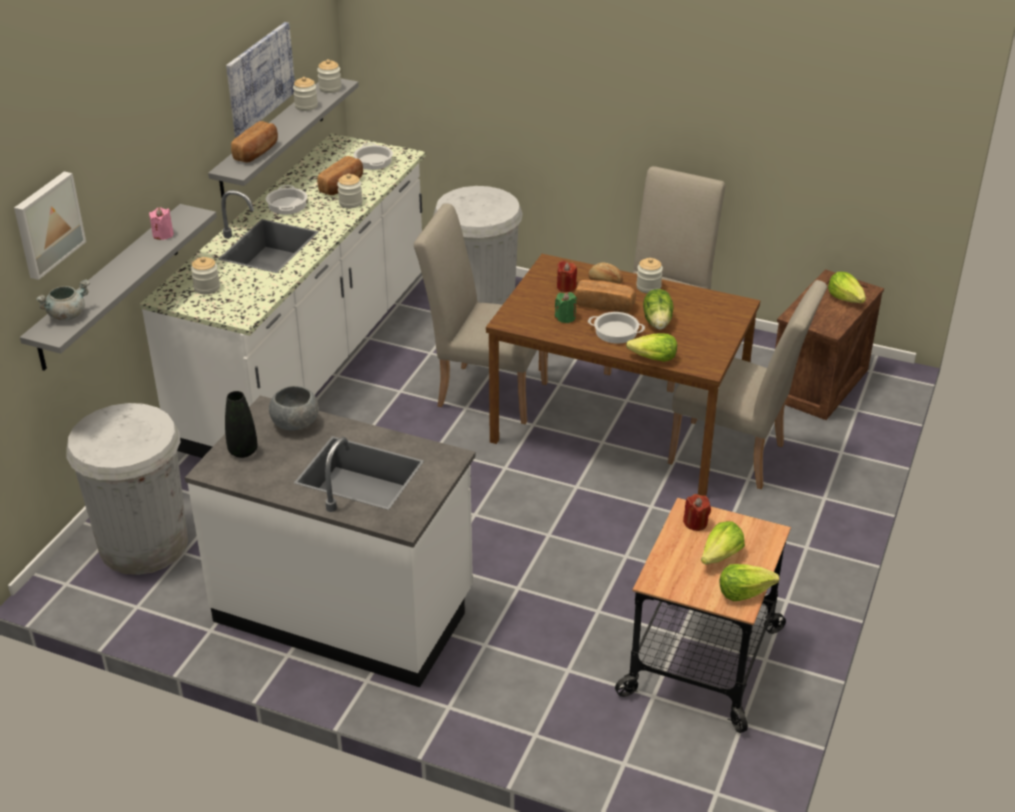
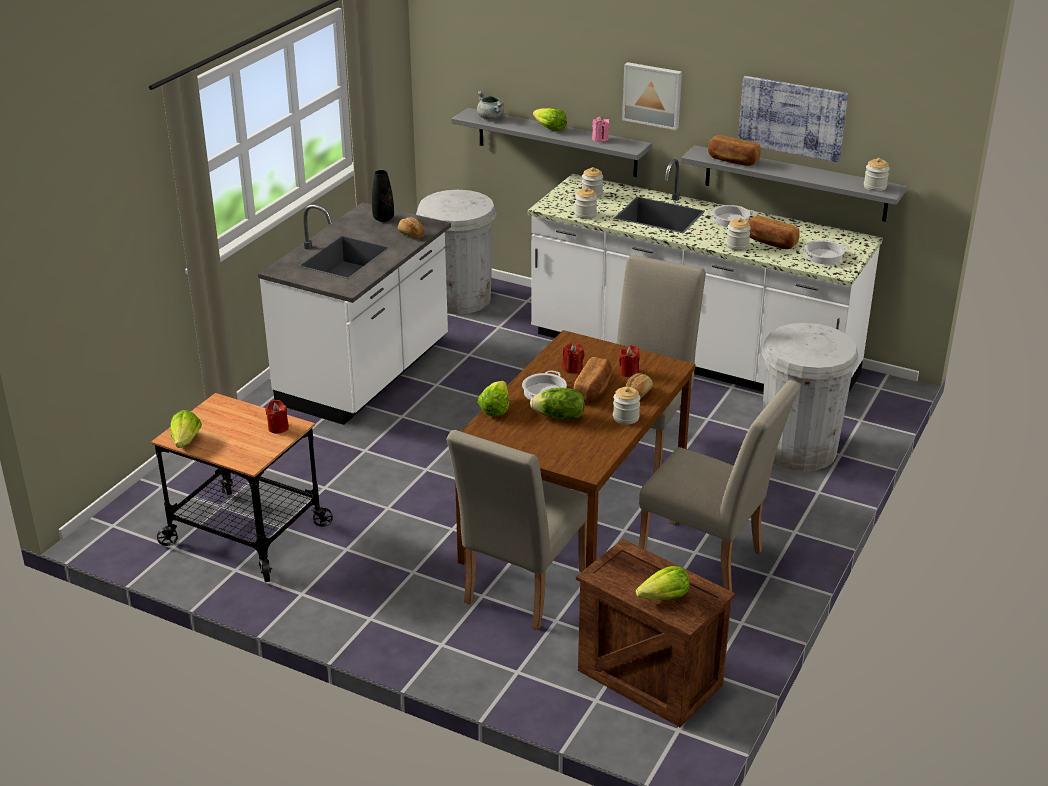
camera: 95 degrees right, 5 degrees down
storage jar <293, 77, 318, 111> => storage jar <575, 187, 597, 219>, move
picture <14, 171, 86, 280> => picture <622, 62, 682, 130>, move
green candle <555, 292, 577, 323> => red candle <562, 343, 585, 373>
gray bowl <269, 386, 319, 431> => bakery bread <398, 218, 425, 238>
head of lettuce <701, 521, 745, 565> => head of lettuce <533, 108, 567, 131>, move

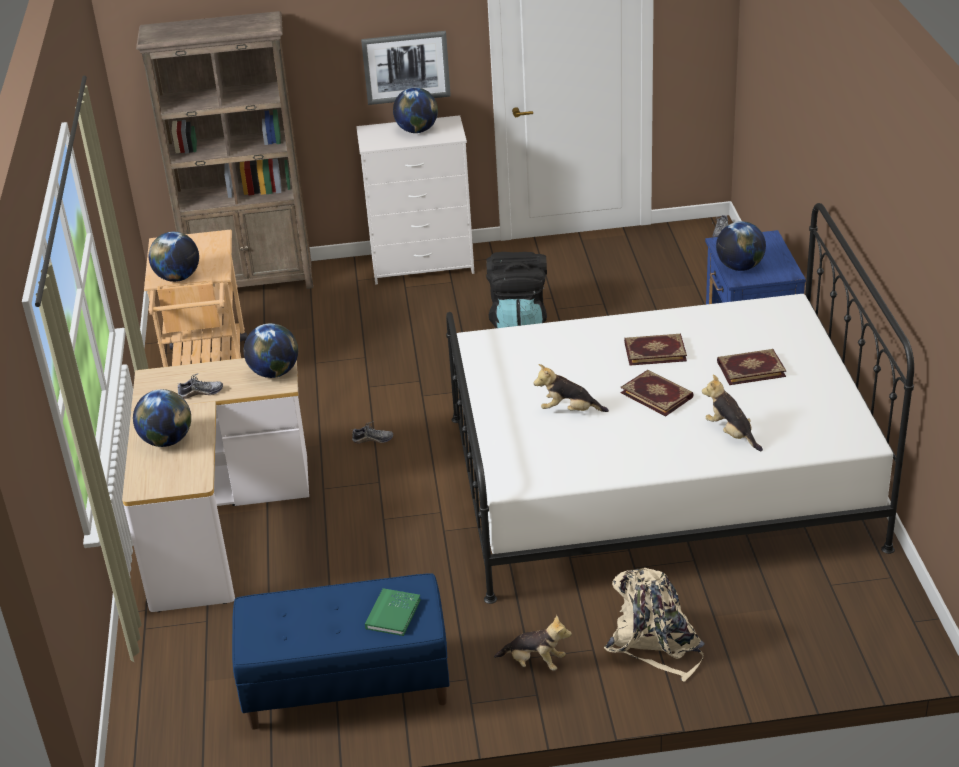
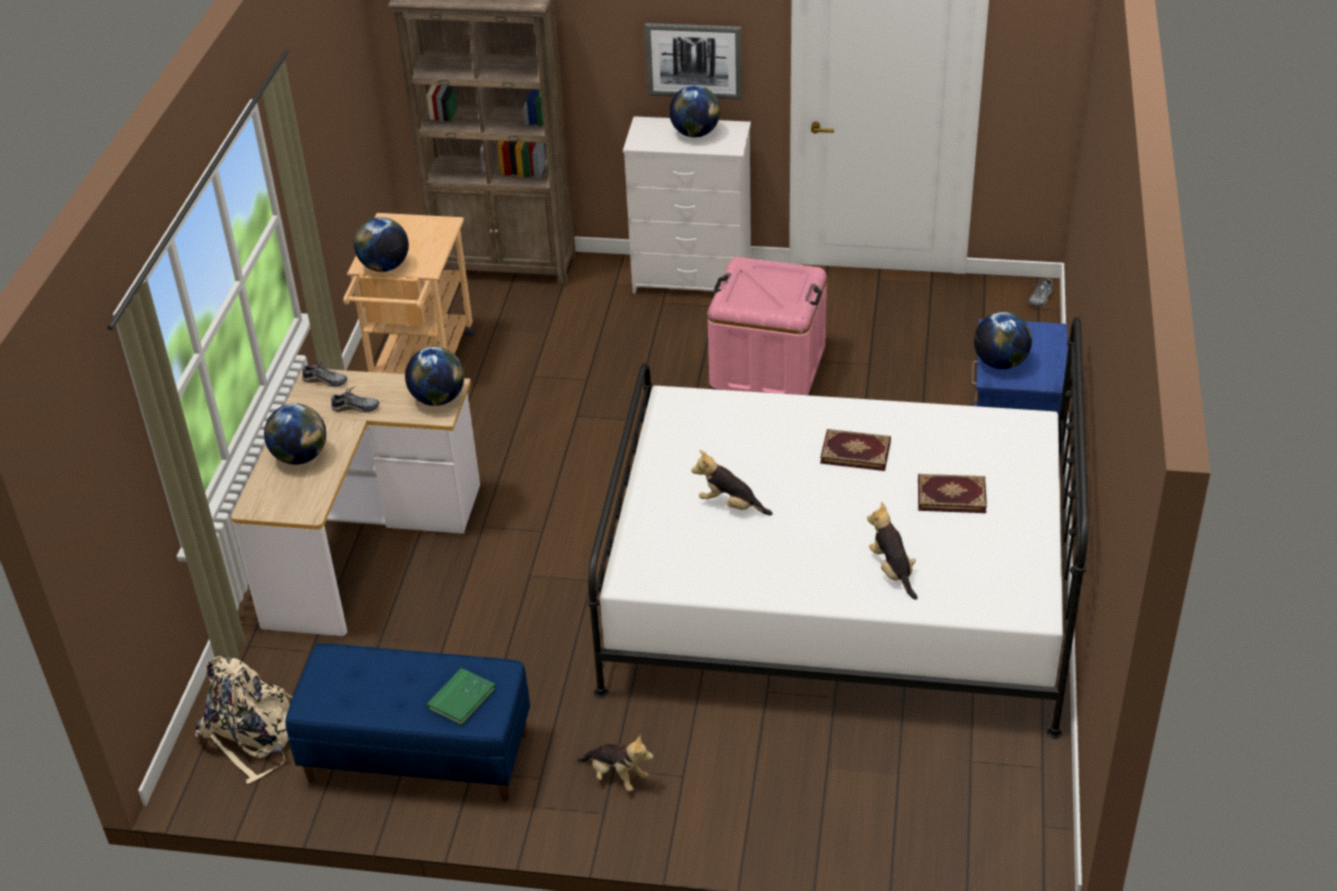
camera: 15 degrees right, 5 degrees up
black rucksack <486, 252, 547, 328> => pink storage container <707, 257, 827, 395>
volume <621, 370, 694, 417> => nothing
low shoe <352, 421, 393, 444> => low shoe <302, 360, 347, 387>, move
beige rucksack <604, 568, 705, 682> => beige rucksack <195, 656, 293, 784>, move

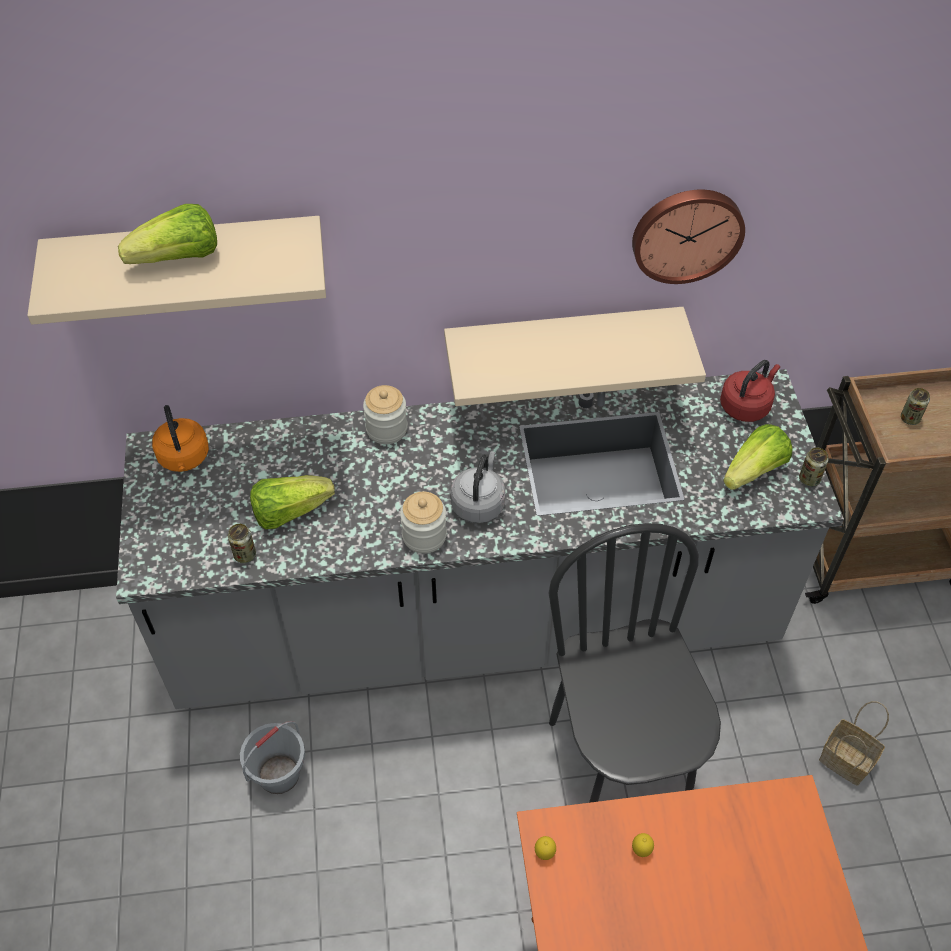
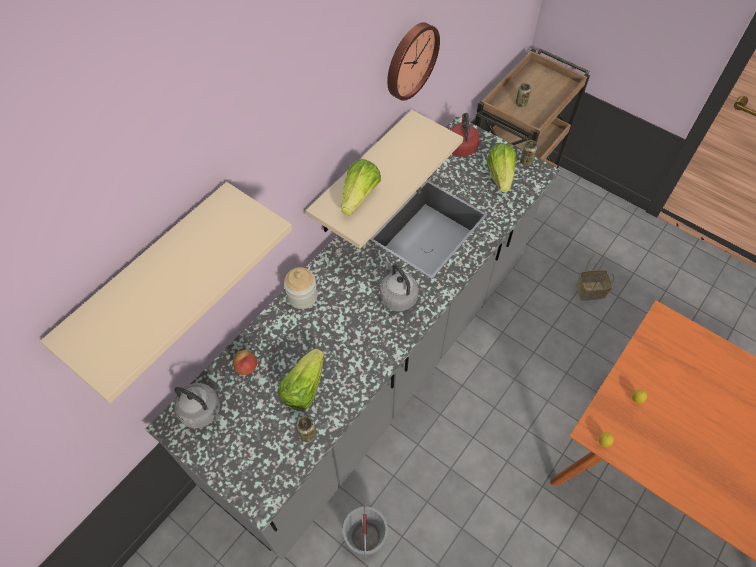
camera: 45 degrees left, 5 degrees up
head of lettuce <118, 204, 217, 264> => head of lettuce <341, 159, 381, 215>, move
orangey kettle <152, 405, 209, 472> => gray kettle <174, 383, 222, 428>
storage jar <400, 492, 447, 554> => nothing
black upright chair <548, 523, 721, 803> => nothing
nothing => apple <233, 350, 257, 375>

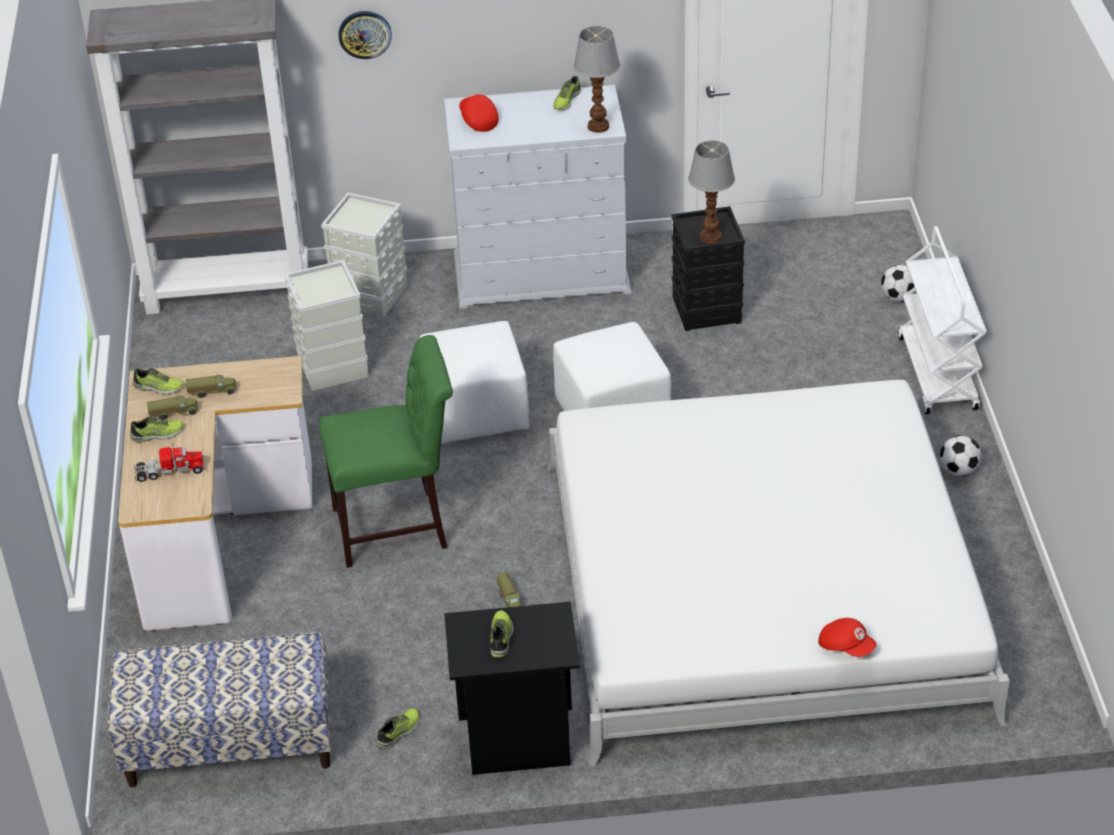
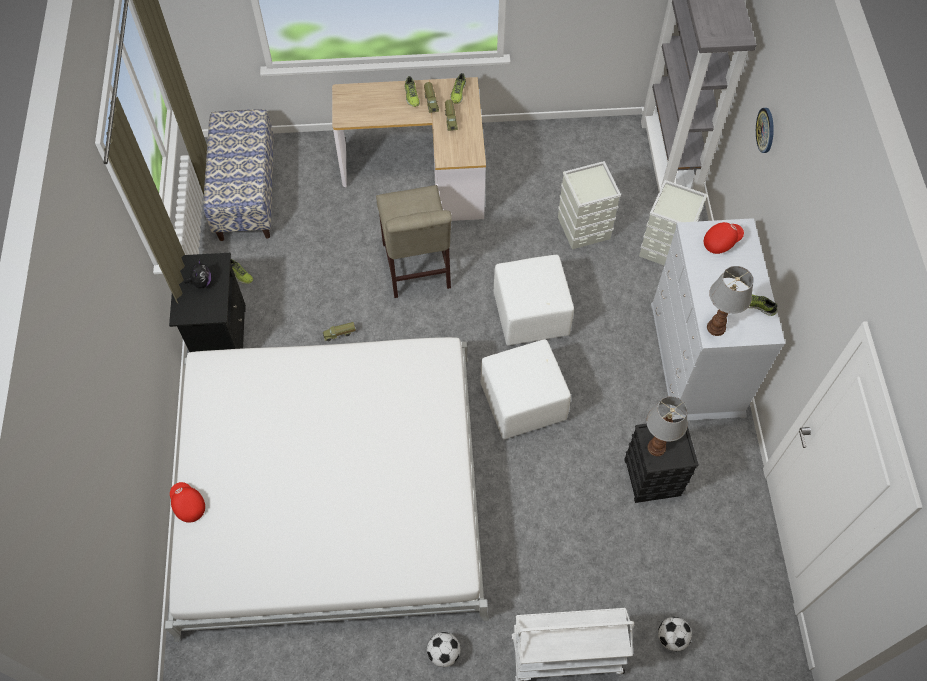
camera: 90 degrees right, 20 degrees up
green upright chair <319, 335, 453, 568> => beige upright chair <376, 185, 452, 298>
toy truck <134, 443, 205, 482> => nothing
low shoe <491, 610, 514, 658> => cuddly toy <184, 260, 211, 289>
red cap <818, 618, 876, 657> => red cap <170, 482, 205, 523>, 105 degrees clockwise

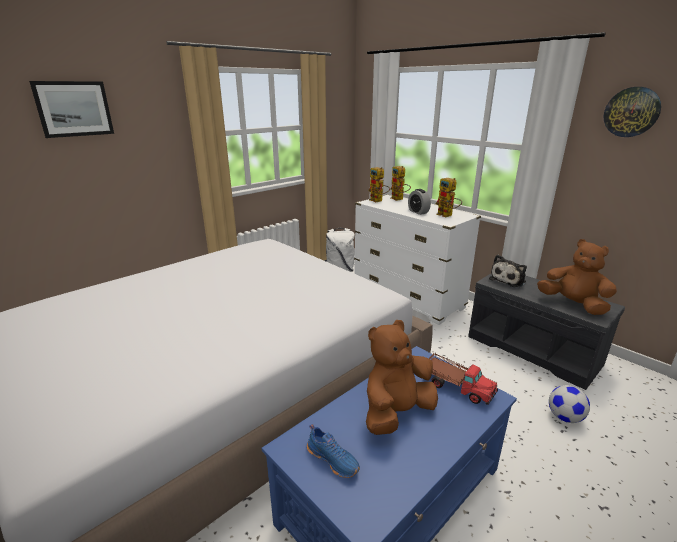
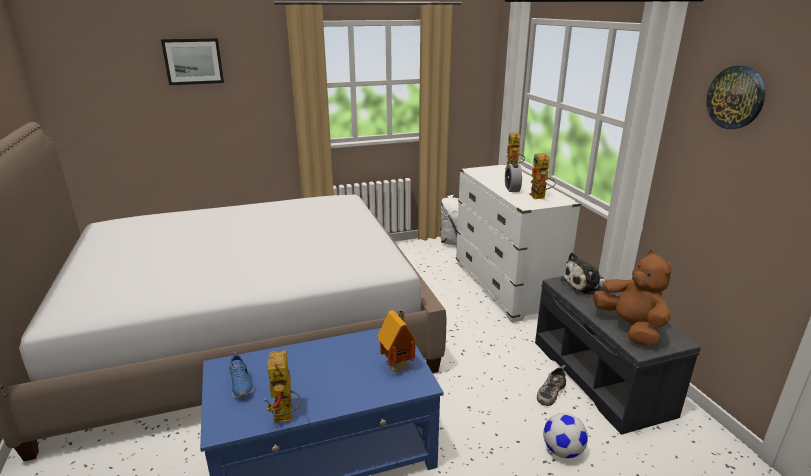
camera: 25 degrees right, 0 degrees up
robot figure <368, 167, 390, 202> => robot figure <264, 350, 301, 423>, move
brownish cuddly toy <366, 320, 438, 435> => nothing
toy truck <429, 352, 498, 405> => miniature house <377, 310, 418, 373>
nothing => low shoe <537, 365, 566, 406>

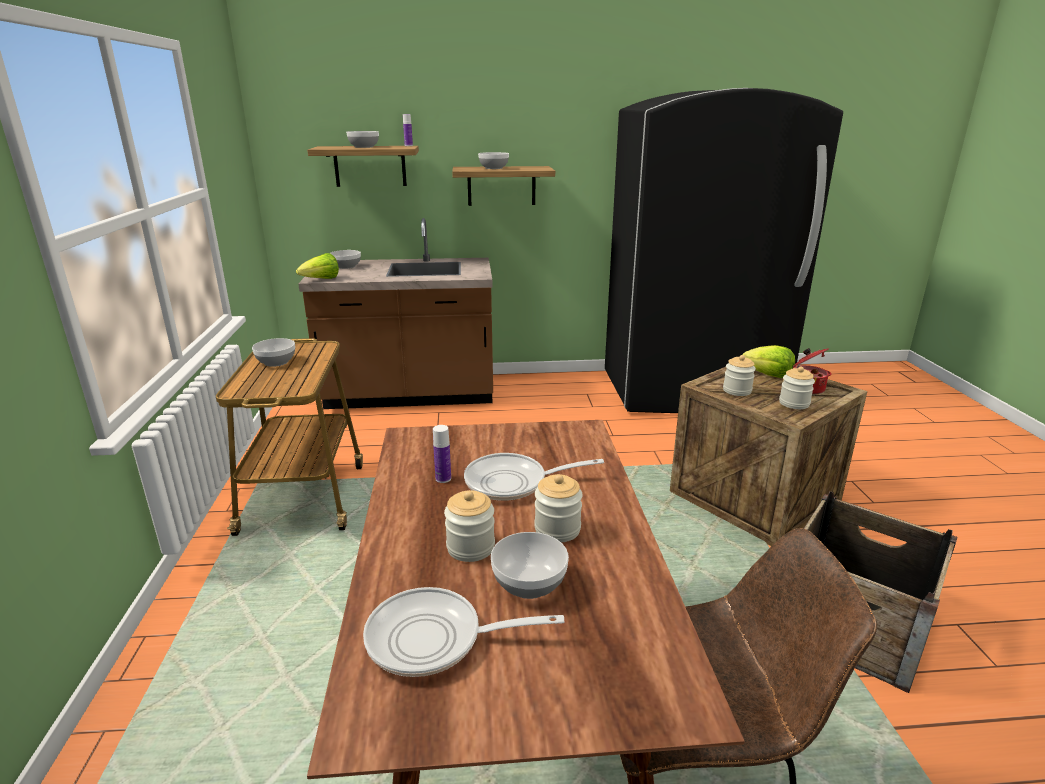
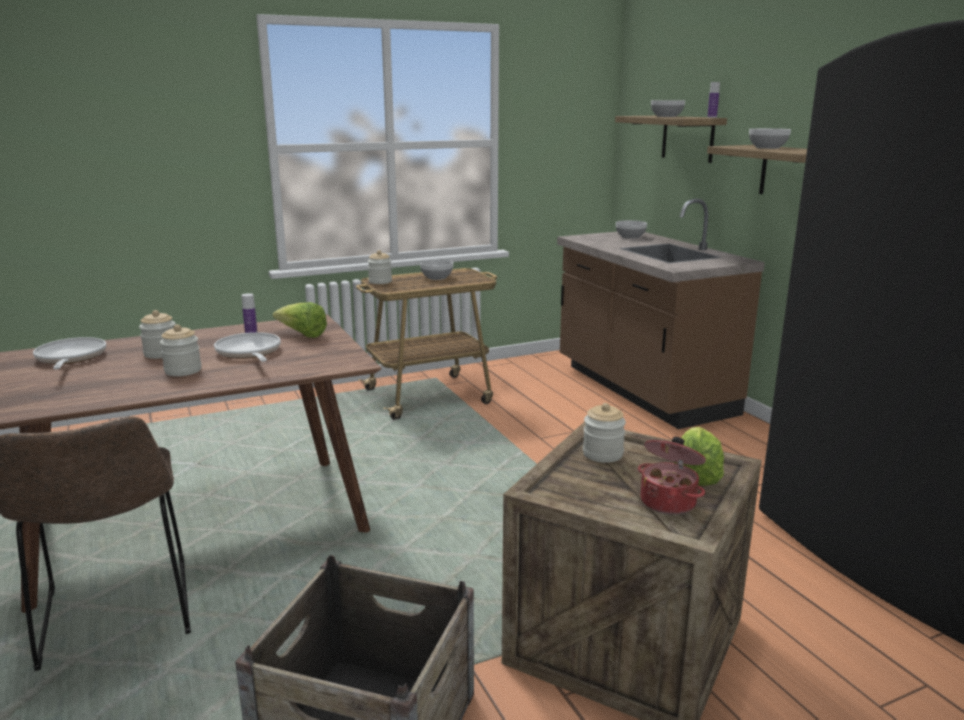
camera: 70 degrees right, 5 degrees down
head of lettuce <296, 253, 339, 279> => head of lettuce <273, 302, 327, 338>, move
storage jar <779, 366, 815, 409> => storage jar <368, 250, 392, 284>, move
bowl <491, 532, 569, 599> => nothing

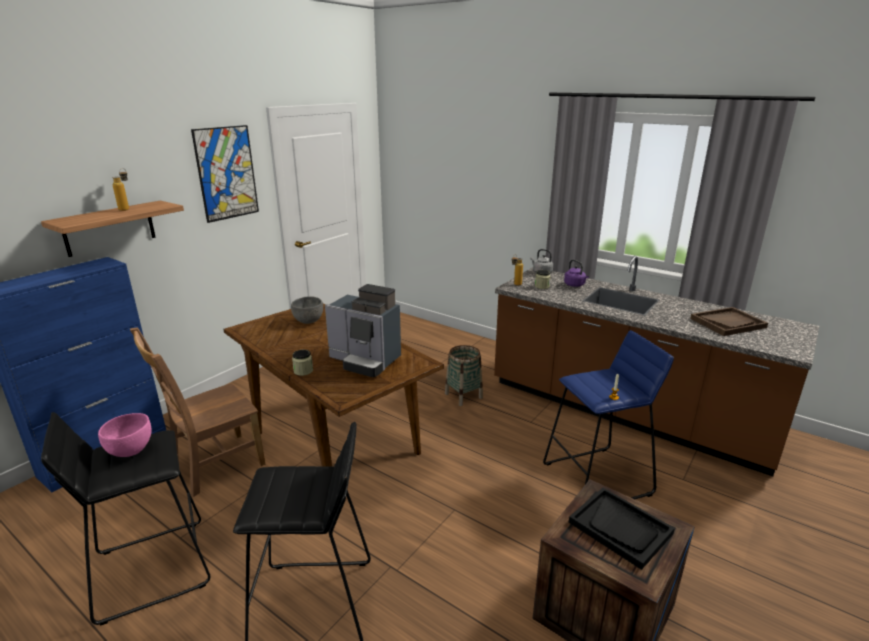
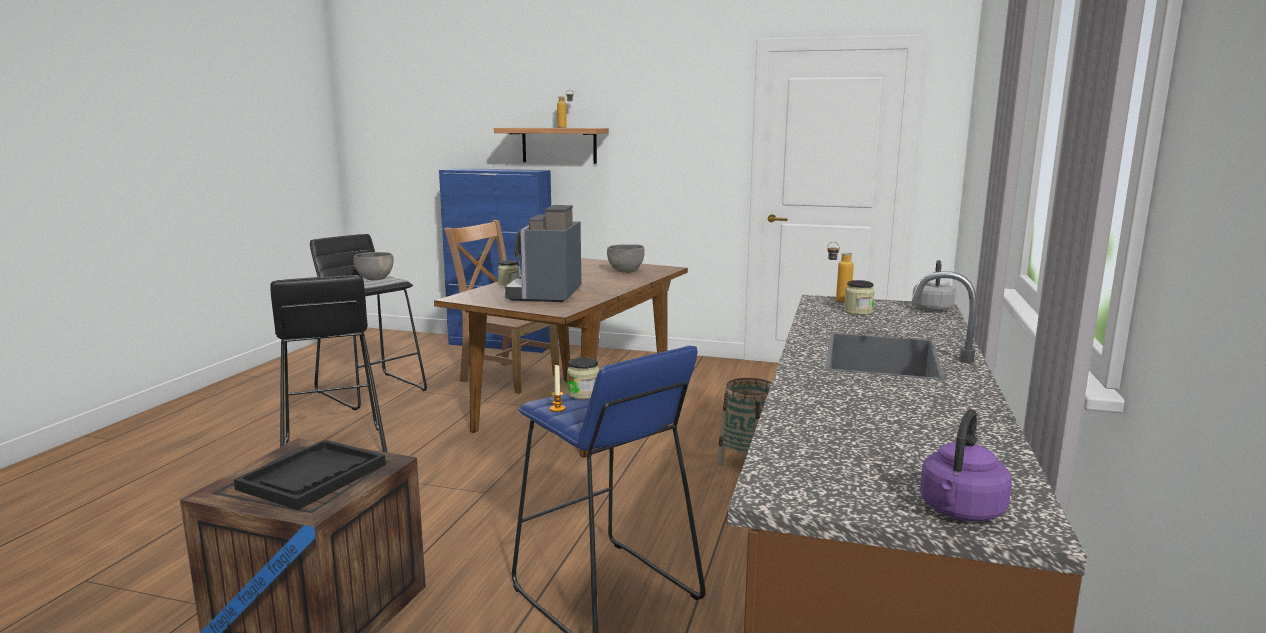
camera: 70 degrees right, 10 degrees down
picture <191, 125, 259, 223> => nothing
purple kettle <564, 260, 589, 287> => purple kettle <920, 409, 1012, 522>, move
brownish carrying tray <690, 307, 768, 336> => nothing
pink bowl <98, 413, 152, 457> => gray bowl <353, 252, 394, 280>
nothing => storage jar <567, 357, 600, 399>

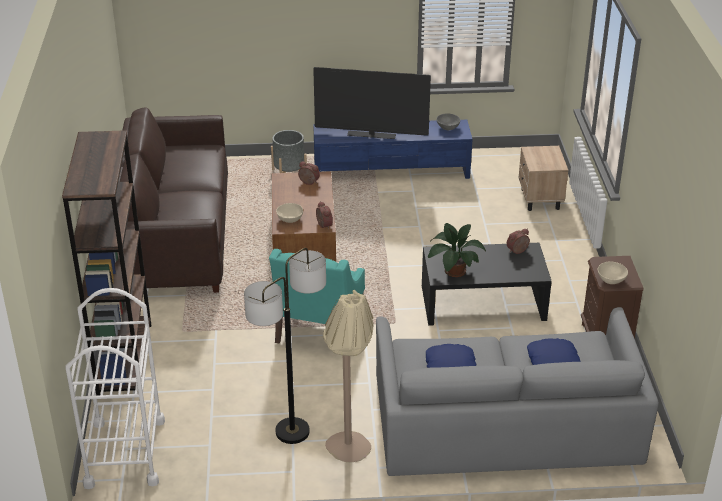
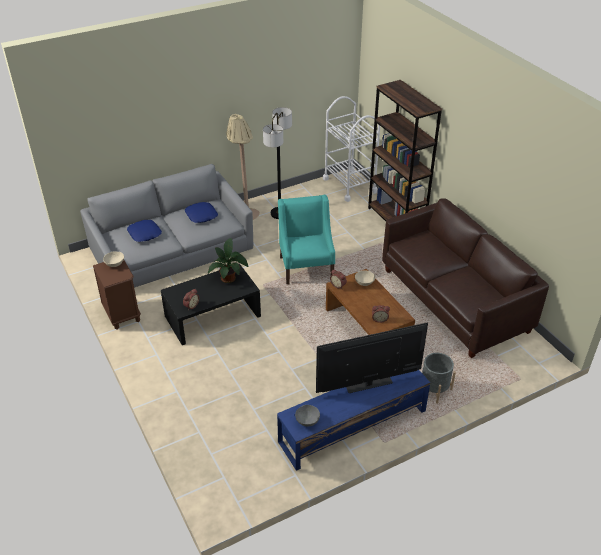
camera: 155 degrees right, 5 degrees up
beige nightstand <519, 146, 568, 211> => nothing

